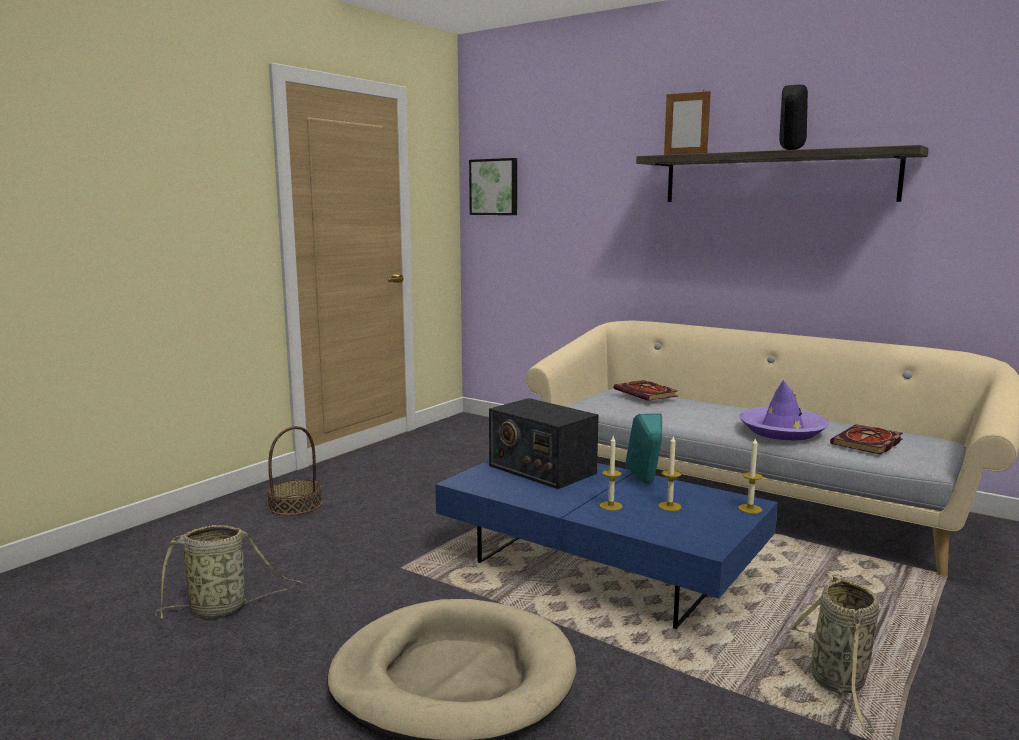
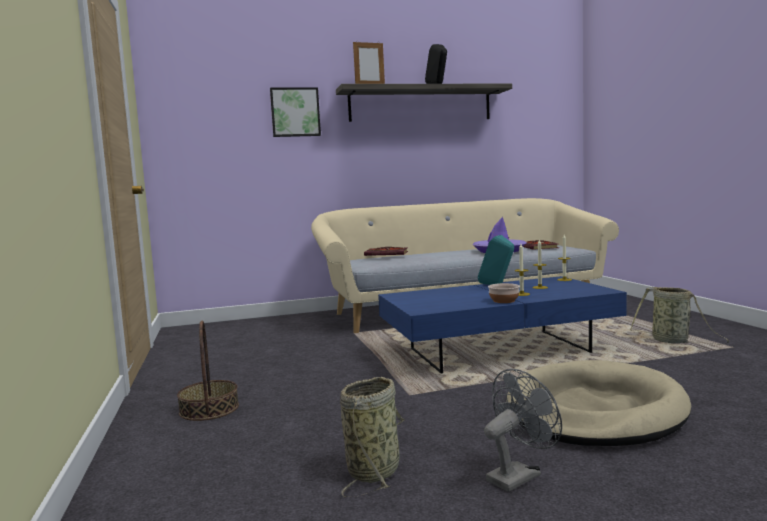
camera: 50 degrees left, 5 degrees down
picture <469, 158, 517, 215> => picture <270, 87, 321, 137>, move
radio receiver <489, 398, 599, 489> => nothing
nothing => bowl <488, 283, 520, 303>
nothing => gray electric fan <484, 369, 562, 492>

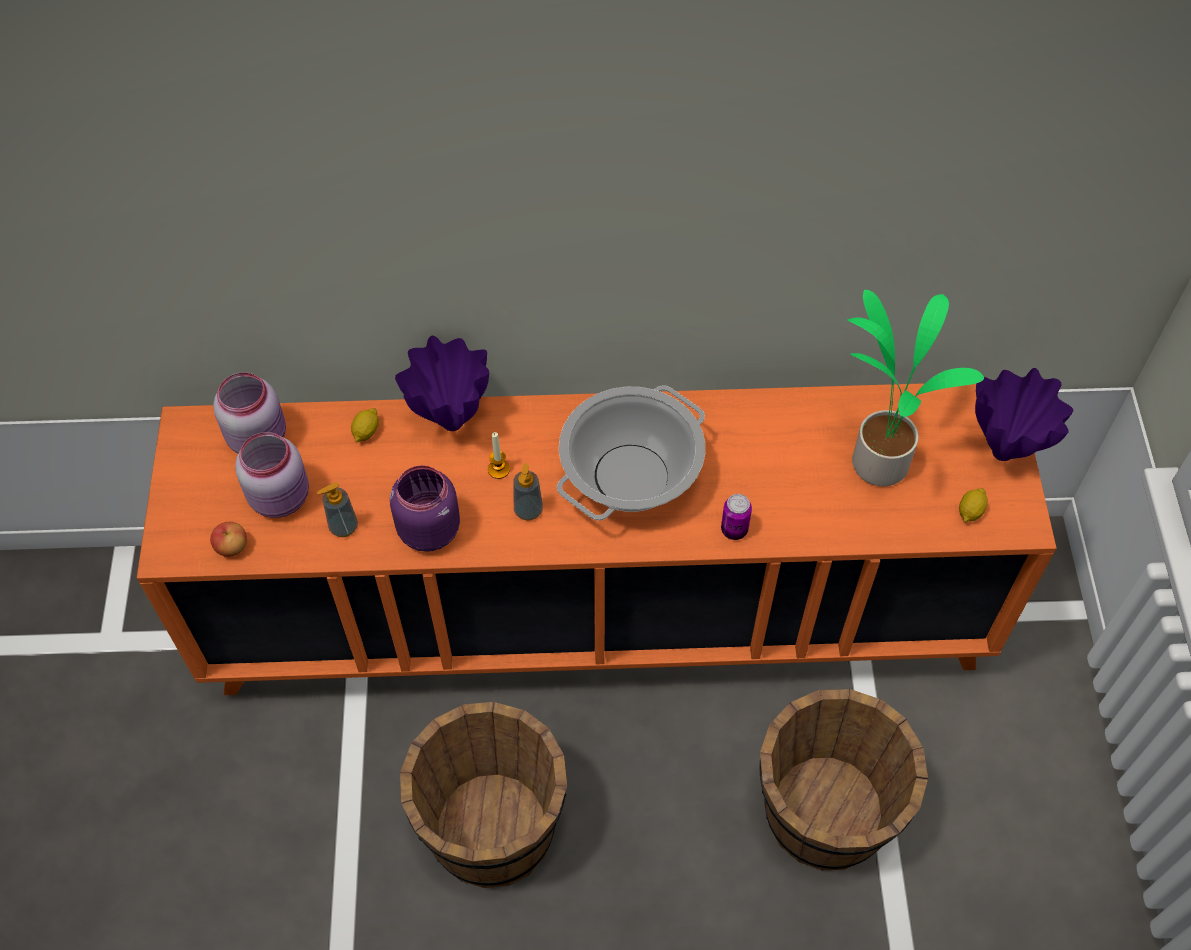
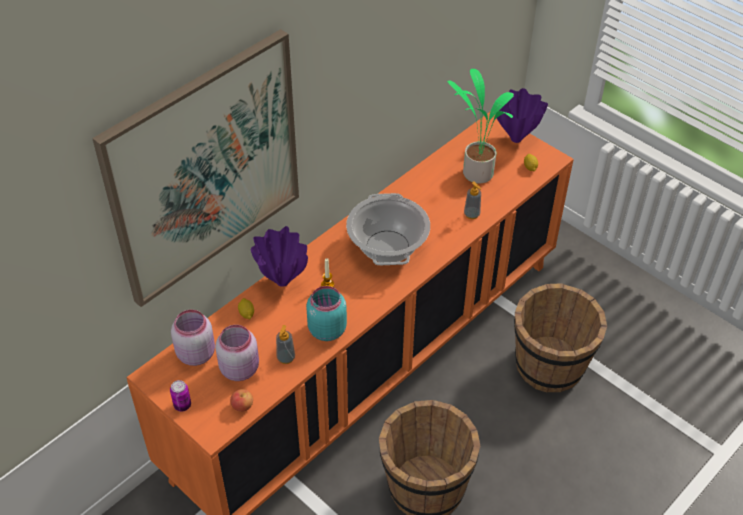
camera: 45 degrees left, 10 degrees down
soap dispenser <514, 463, 543, 520> => soap dispenser <464, 181, 481, 219>, move
purple storage jar <390, 465, 460, 552> => blue-green storage jar <306, 286, 347, 341>
sealed can <721, 494, 752, 540> => sealed can <170, 380, 191, 412>, move
nothing => picture <92, 29, 299, 307>

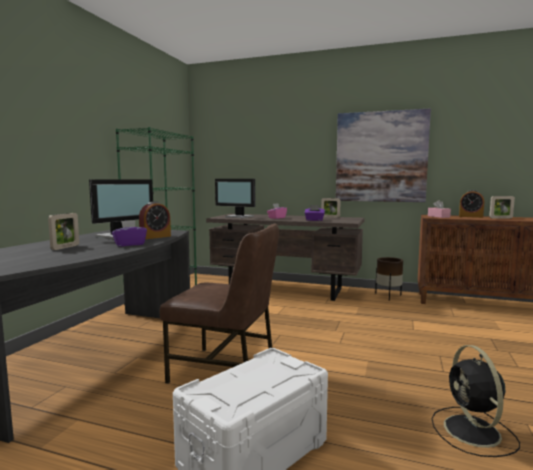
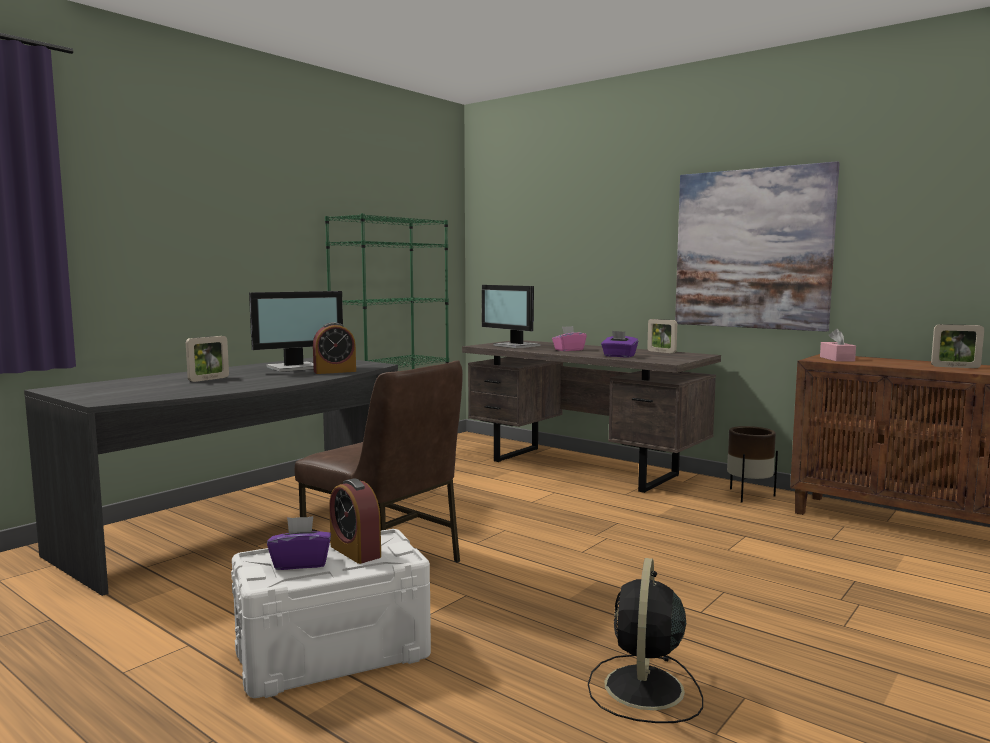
camera: 20 degrees right, 0 degrees up
alarm clock <459, 190, 484, 218> => alarm clock <329, 478, 381, 564>, move
purple tissue holder <112, 220, 147, 246> => purple tissue holder <267, 516, 331, 570>, move

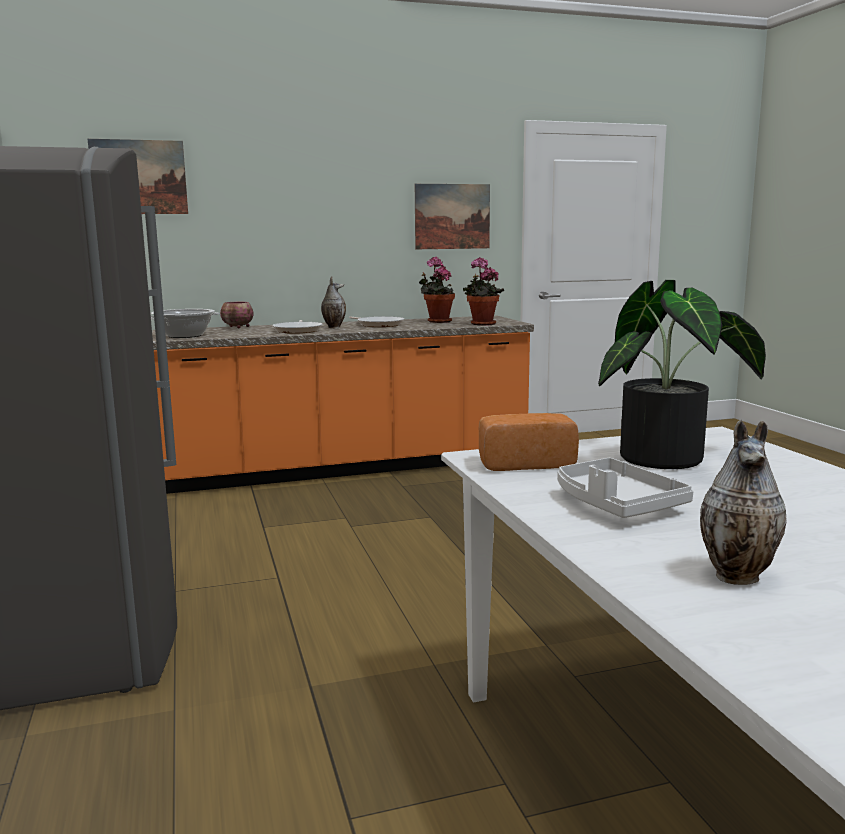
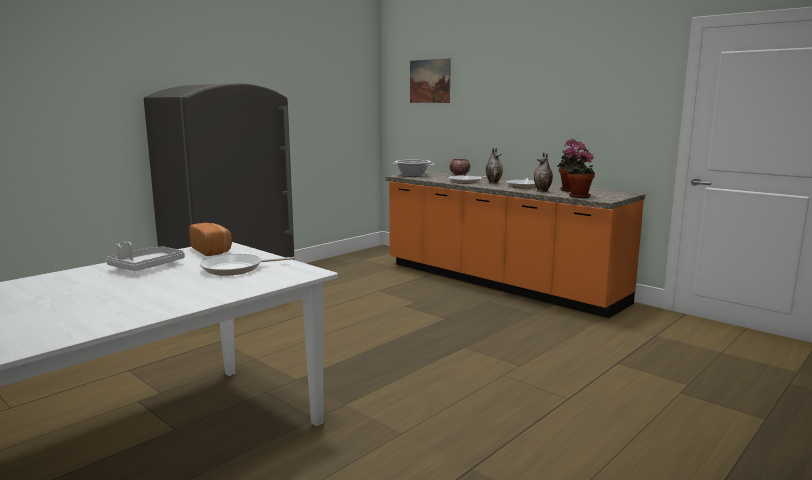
camera: 60 degrees right, 0 degrees up
picture <415, 184, 490, 249> => nothing
plant in a pot <598, 280, 766, 469> => skillet <200, 254, 295, 276>
flower vase <700, 420, 787, 585> => flower vase <534, 152, 553, 192>, move

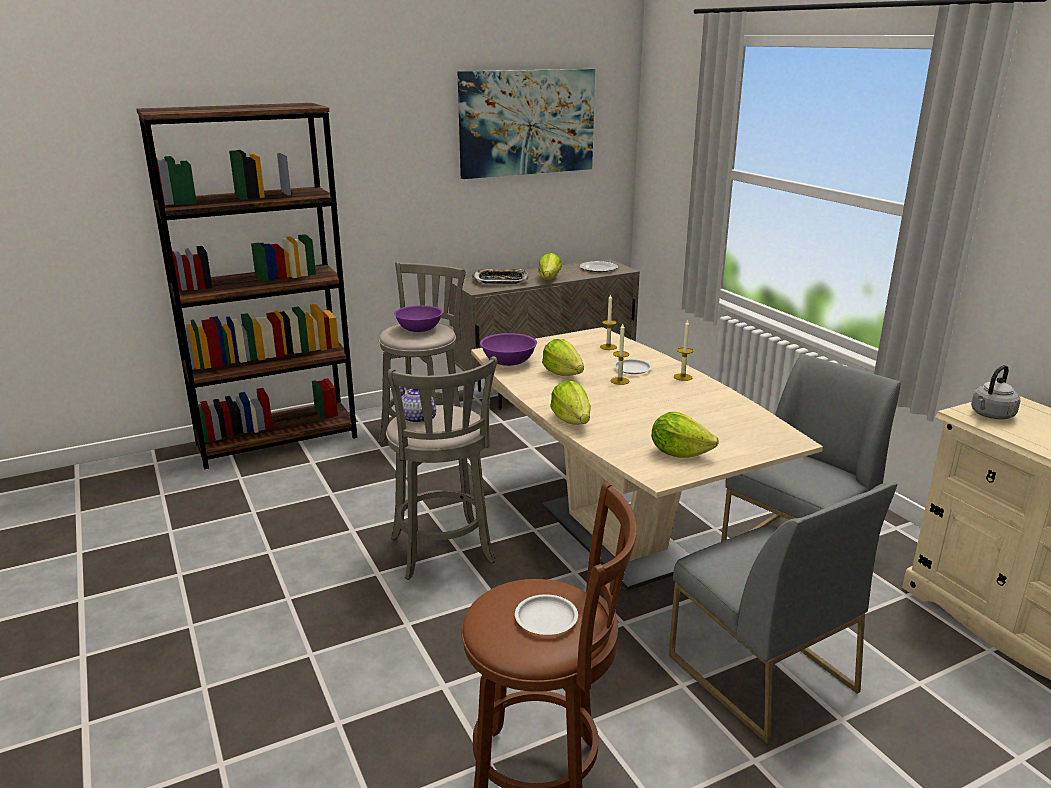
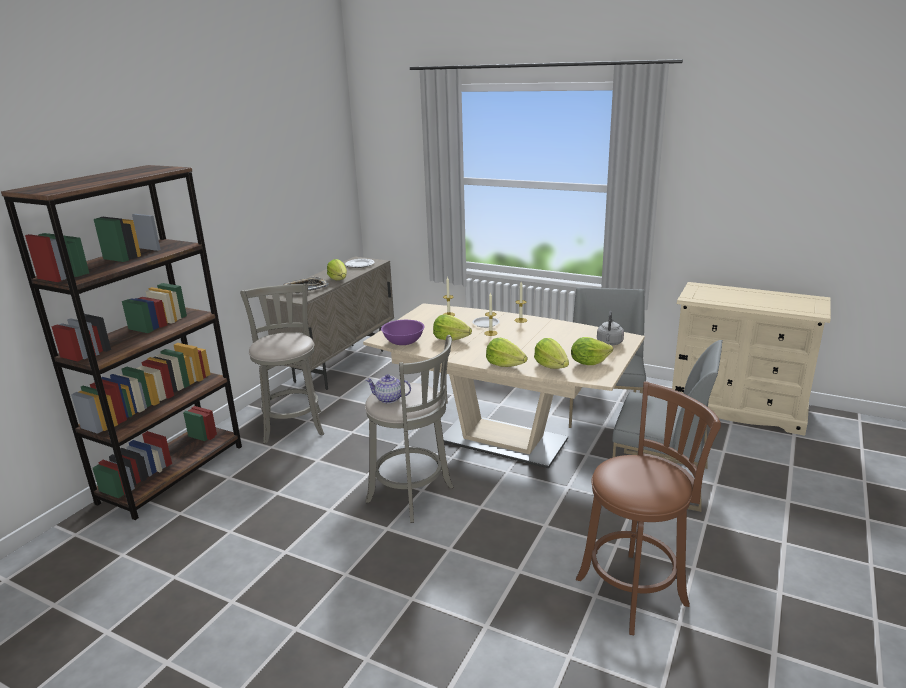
camera: 35 degrees left, 0 degrees up
picture <457, 69, 595, 179> => nothing
purple bowl <394, 305, 443, 332> => nothing
gray kettle <971, 365, 1020, 420> => gray kettle <597, 311, 624, 345>, move
white flat dish <515, 594, 578, 635> => nothing
nothing => head of lettuce <534, 338, 569, 369>

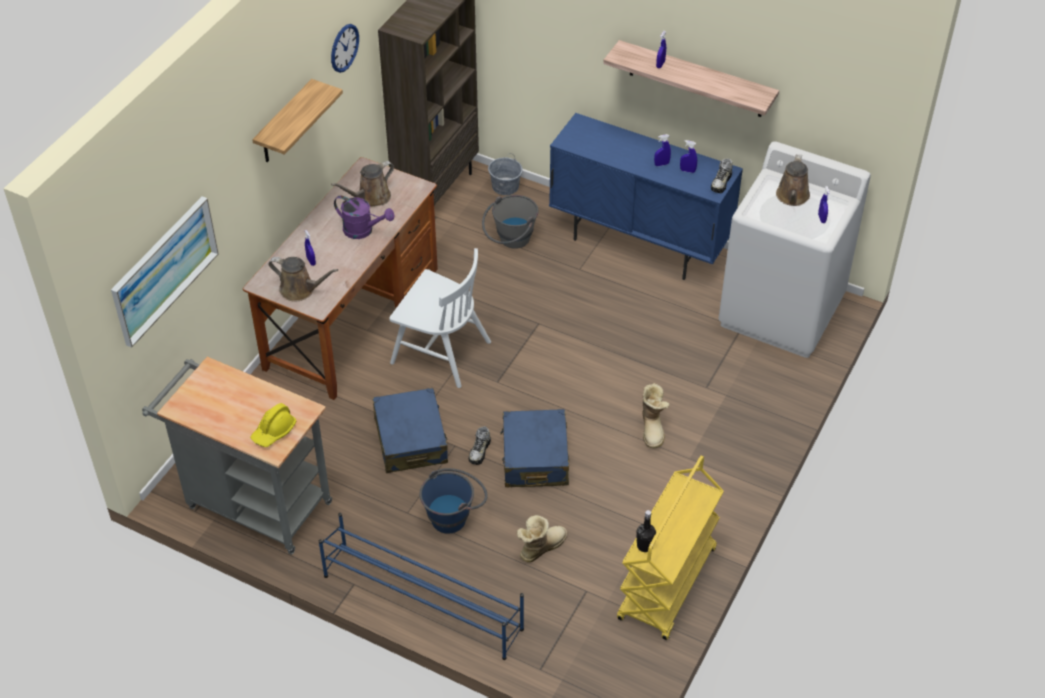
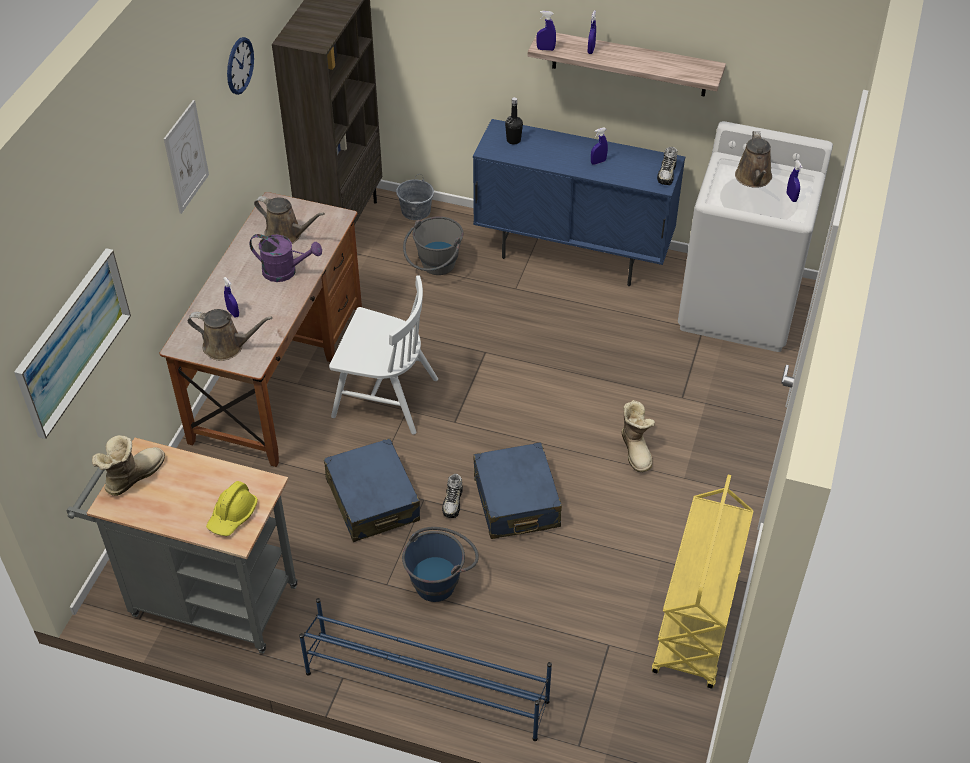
camera: 10 degrees left, 0 degrees up
wall shelf <252, 79, 343, 162> => picture <164, 100, 209, 214>
blue-coloured hand sprayer <680, 140, 697, 173> => blue-coloured hand sprayer <537, 11, 556, 51>, move
brownish watering pot <331, 161, 394, 207> => brownish watering pot <254, 196, 325, 244>, 105 degrees counterclockwise
black beverage bottle <636, 510, 656, 552> => black beverage bottle <505, 97, 523, 144>, move
high-top boot <517, 515, 567, 563> => high-top boot <92, 435, 165, 496>, move

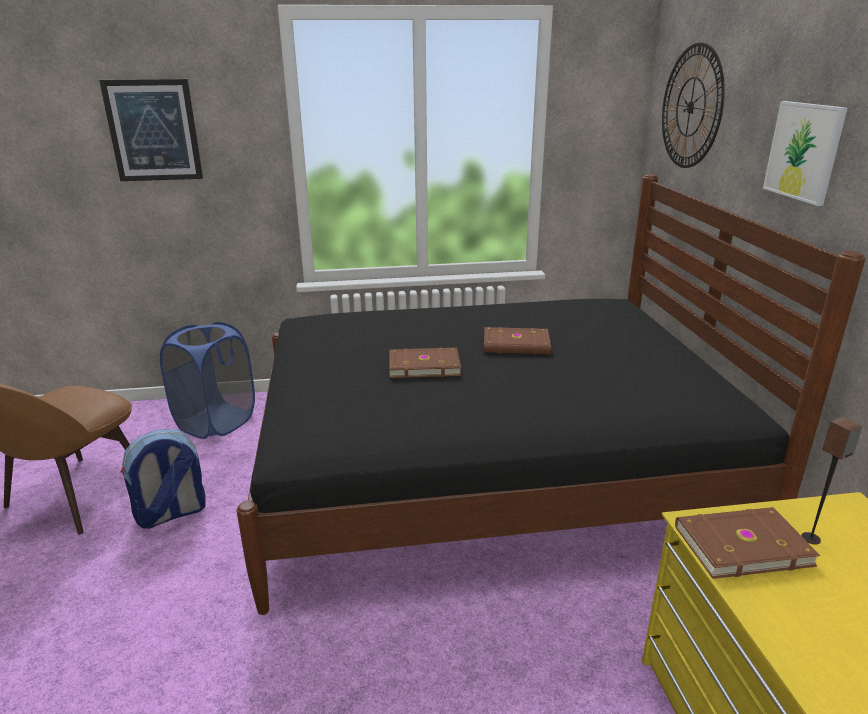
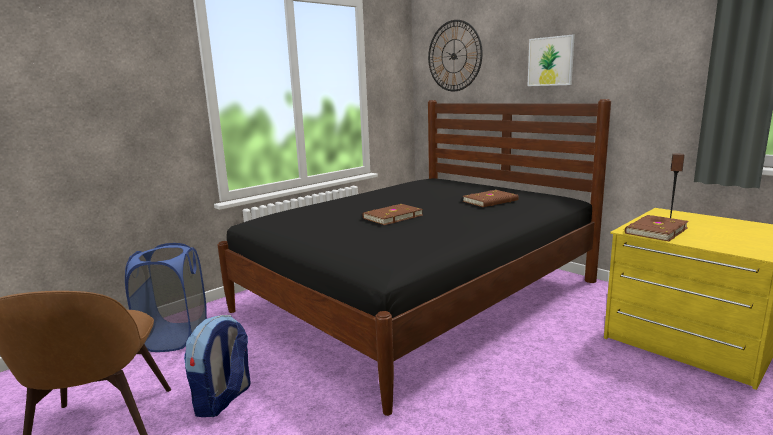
camera: 35 degrees left, 10 degrees down
picture <99, 79, 203, 181> => nothing
brownish volume <484, 327, 551, 354> => brownish volume <463, 190, 519, 207>, move

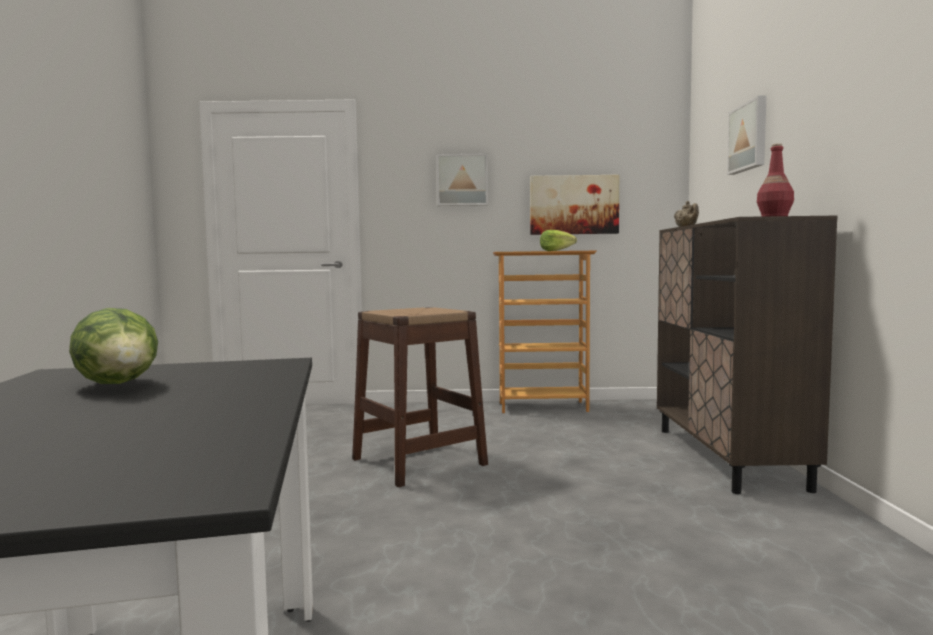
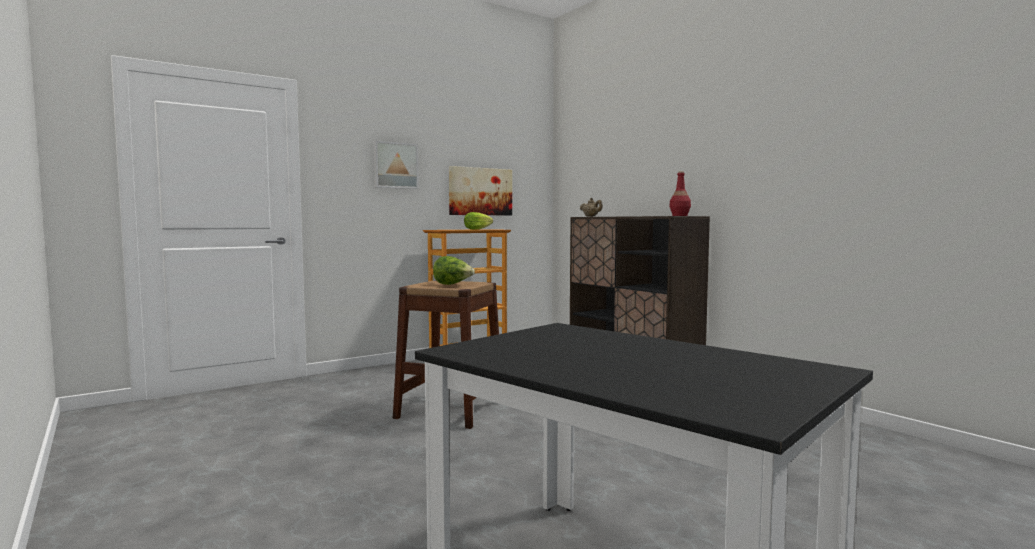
camera: 35 degrees left, 0 degrees up
picture <727, 96, 766, 175> => nothing
head of lettuce <69, 308, 158, 384> => head of lettuce <433, 256, 475, 285>, move

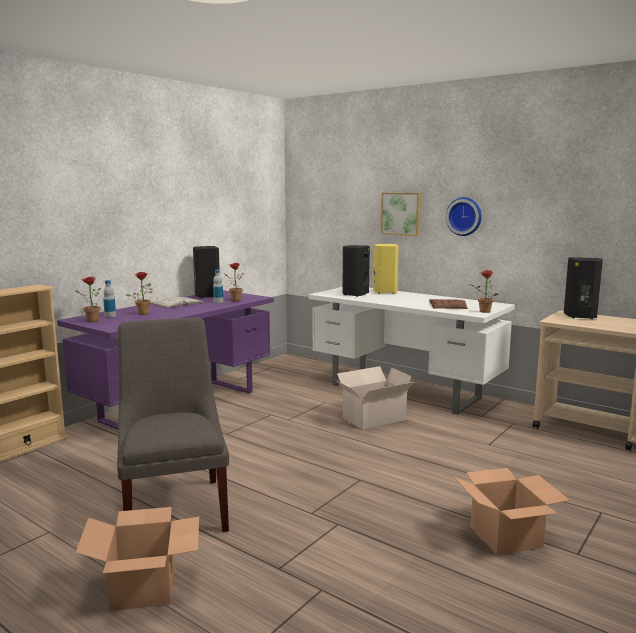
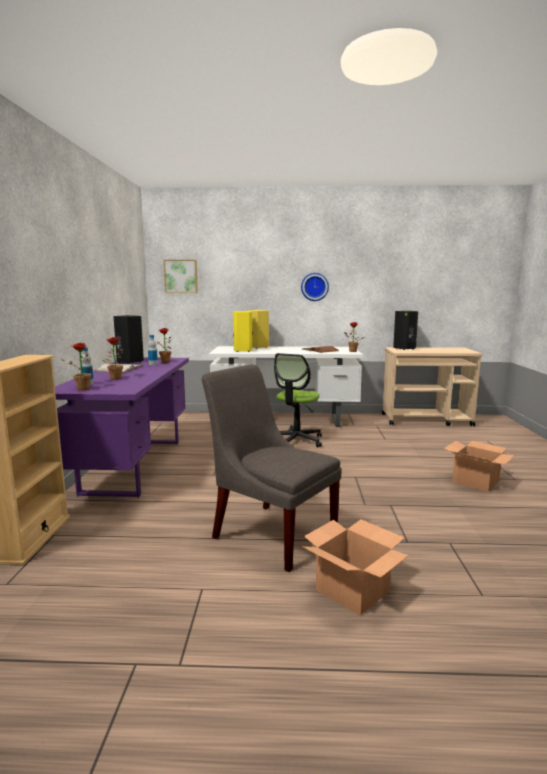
camera: 35 degrees left, 0 degrees up
picture <381, 192, 421, 236> => picture <164, 260, 198, 293>, move
black speaker <342, 245, 370, 297> => yellow-coloured speaker <233, 311, 252, 352>
cardboard box <336, 366, 414, 430> => desk chair <274, 353, 322, 447>

